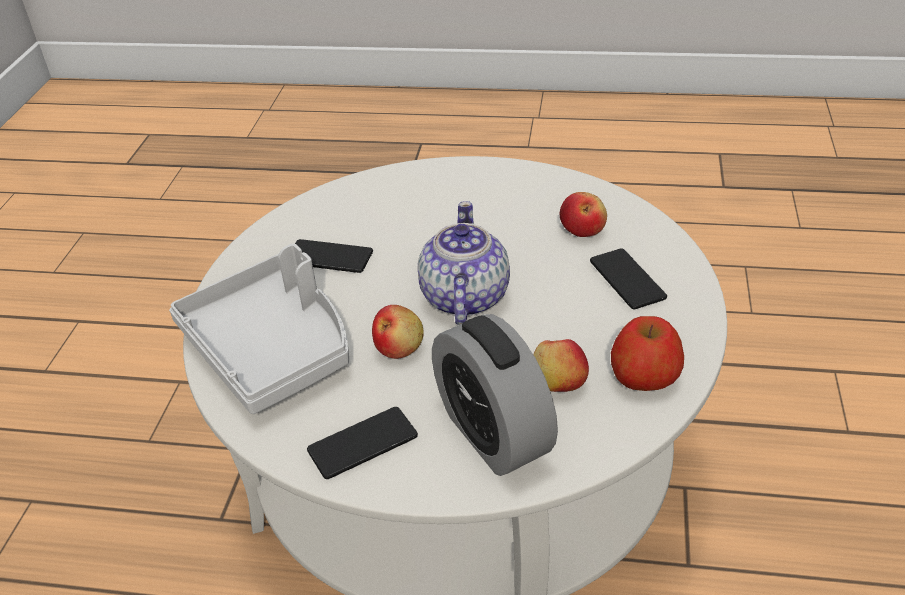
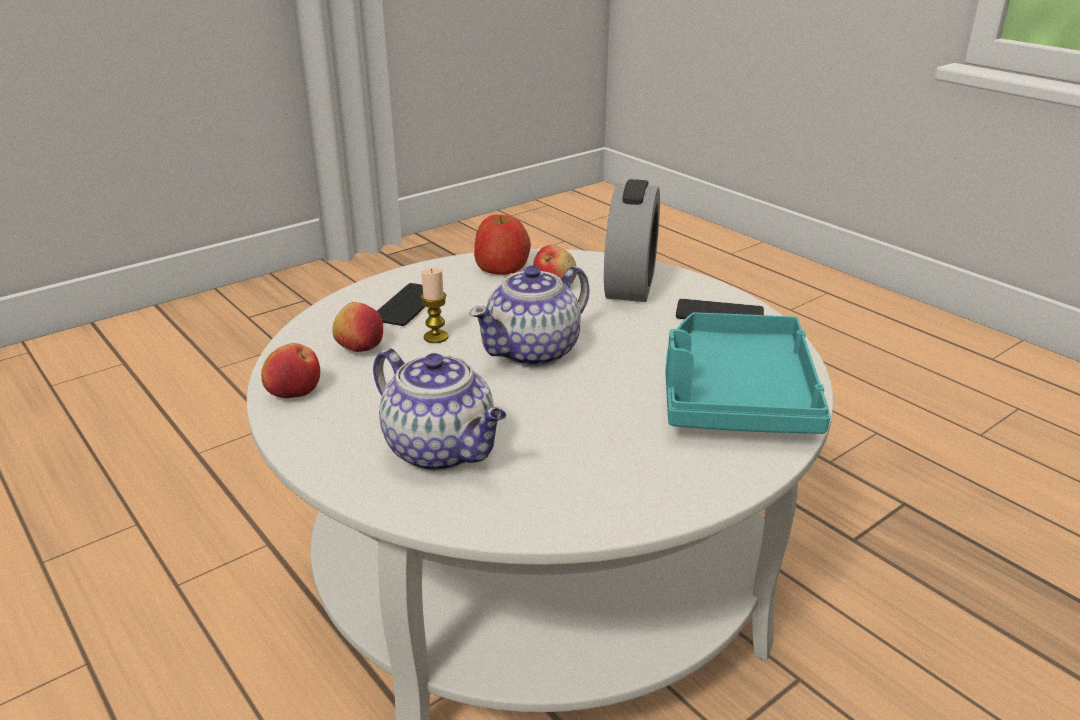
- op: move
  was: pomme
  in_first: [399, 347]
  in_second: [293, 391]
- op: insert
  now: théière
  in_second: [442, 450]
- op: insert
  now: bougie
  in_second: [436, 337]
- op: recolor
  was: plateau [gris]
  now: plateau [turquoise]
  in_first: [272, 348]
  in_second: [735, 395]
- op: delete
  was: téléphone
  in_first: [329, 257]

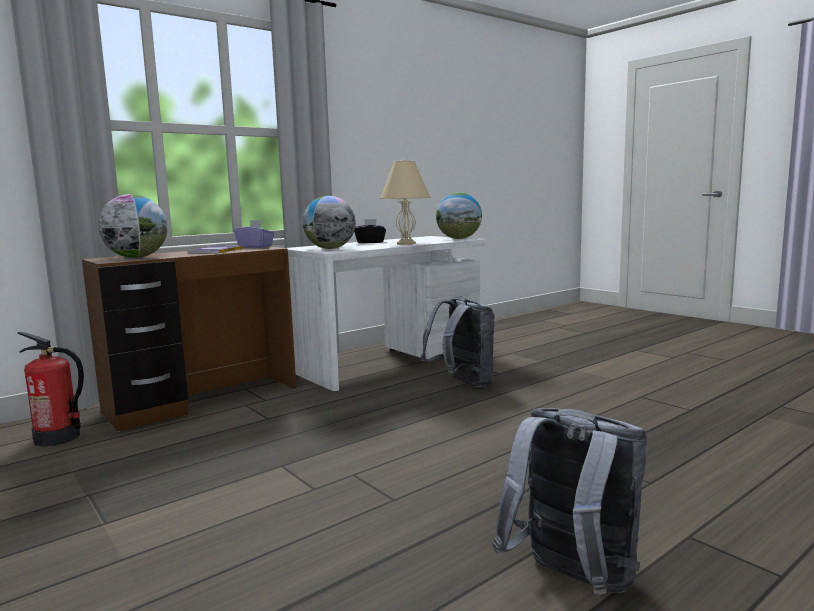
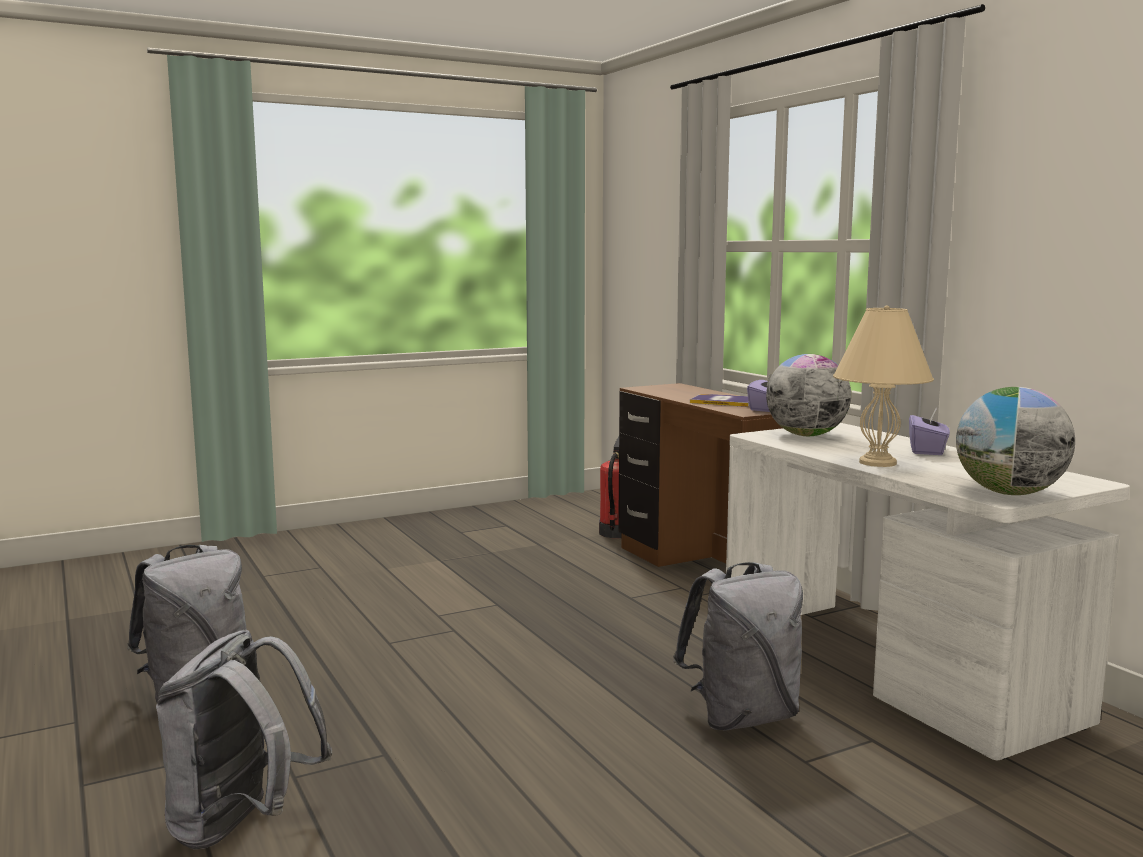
- op: insert
  now: sac à dos [gris]
  in_second: [241, 825]
- op: recolor
  was: boîte à mouchoirs [noir]
  now: boîte à mouchoirs [violet]
  in_first: [370, 242]
  in_second: [927, 450]
- op: delete
  was: globe
  in_first: [137, 257]

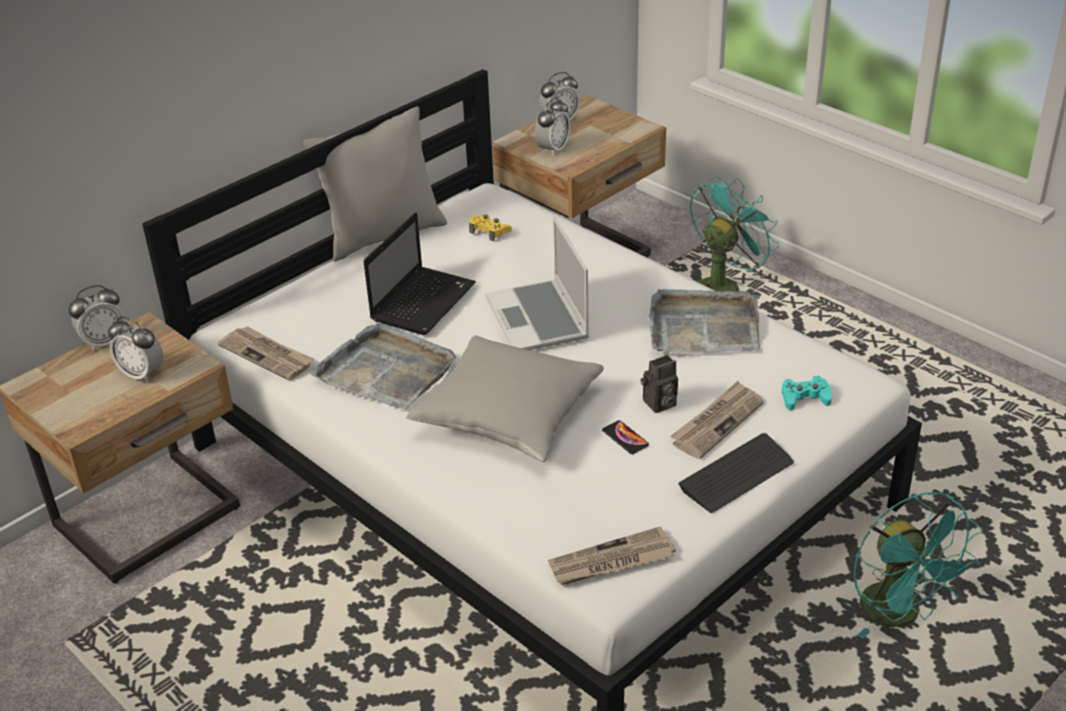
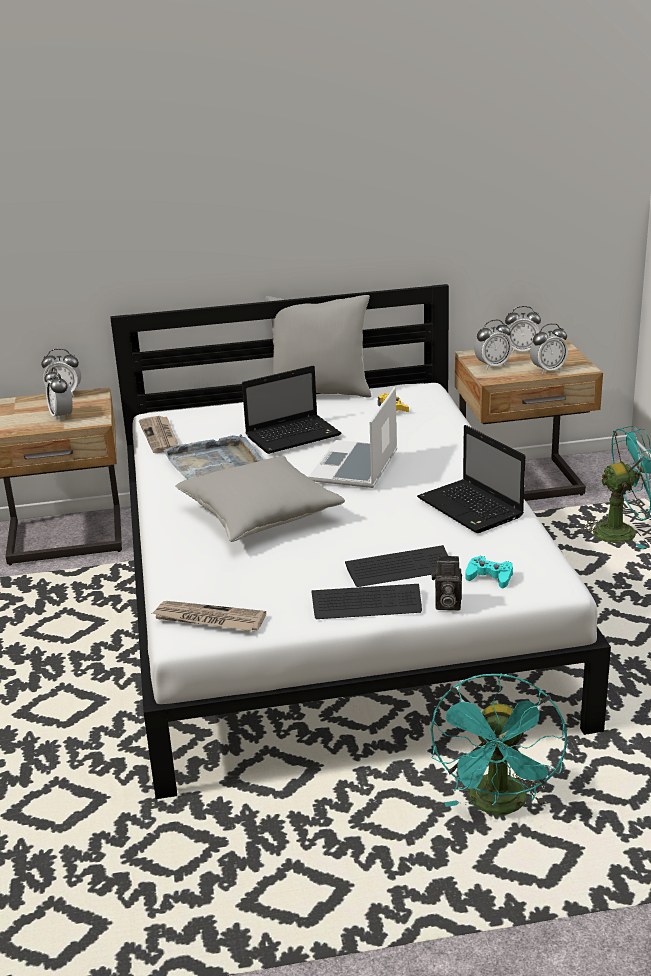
- op: replace
  was: journal
  now: clavier
  in_first: [717, 422]
  in_second: [399, 568]
- op: replace
  was: plateau [gris]
  now: ordinateur portable
  in_first: [702, 327]
  in_second: [472, 508]
- op: move
  was: appareil photo
  in_first: [659, 404]
  in_second: [446, 604]
- op: insert
  now: réveil
  in_second: [548, 370]
- op: delete
  was: téléphone
  in_first: [625, 438]

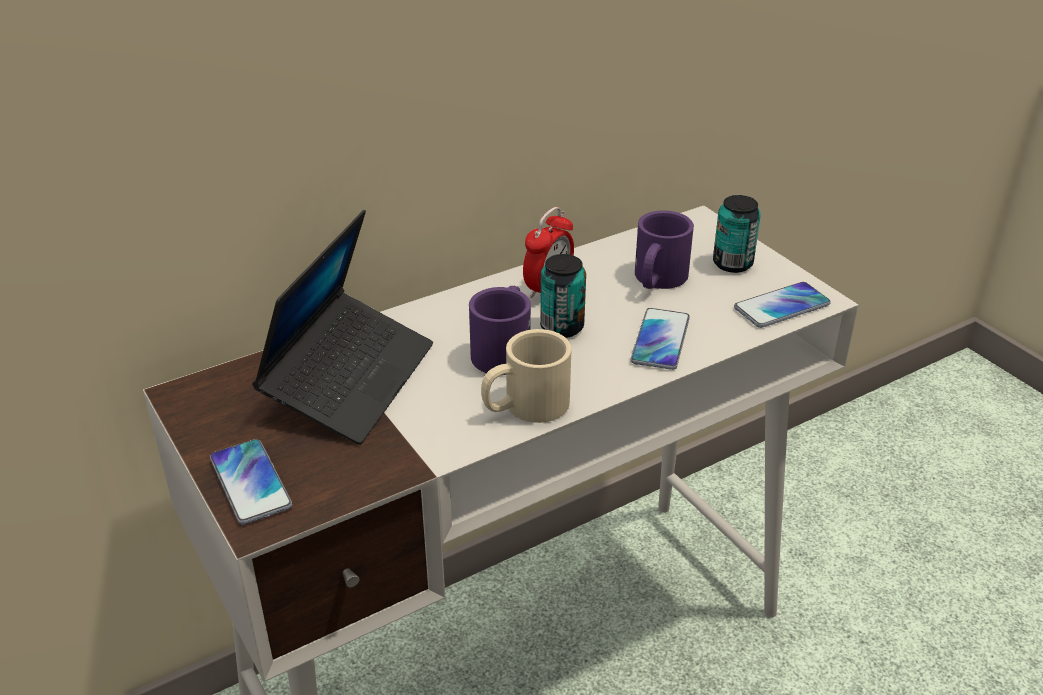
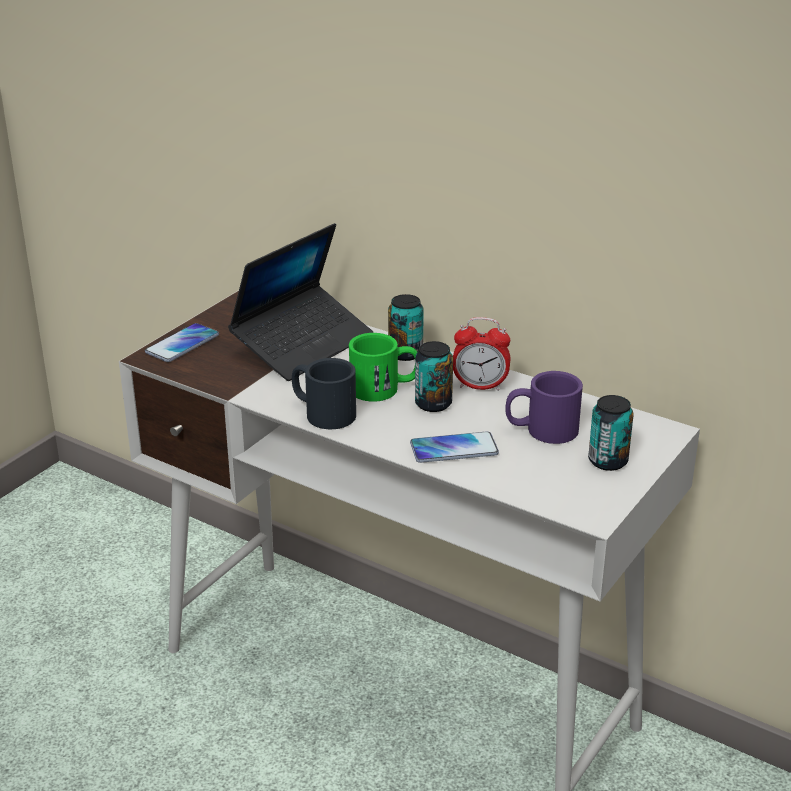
- op: rotate
  was: ordinateur portable
  in_first: [350, 380]
  in_second: [303, 344]
  clockwise: -45
- op: recolor
  was: mug [beige]
  now: mug [noir]
  in_first: [525, 407]
  in_second: [322, 412]
- op: recolor
  was: mug [violet]
  now: mug [vert]
  in_first: [504, 349]
  in_second: [384, 388]
- op: insert
  now: boîte métallique
  in_second: [405, 353]
- op: delete
  was: téléphone
  in_first: [782, 306]

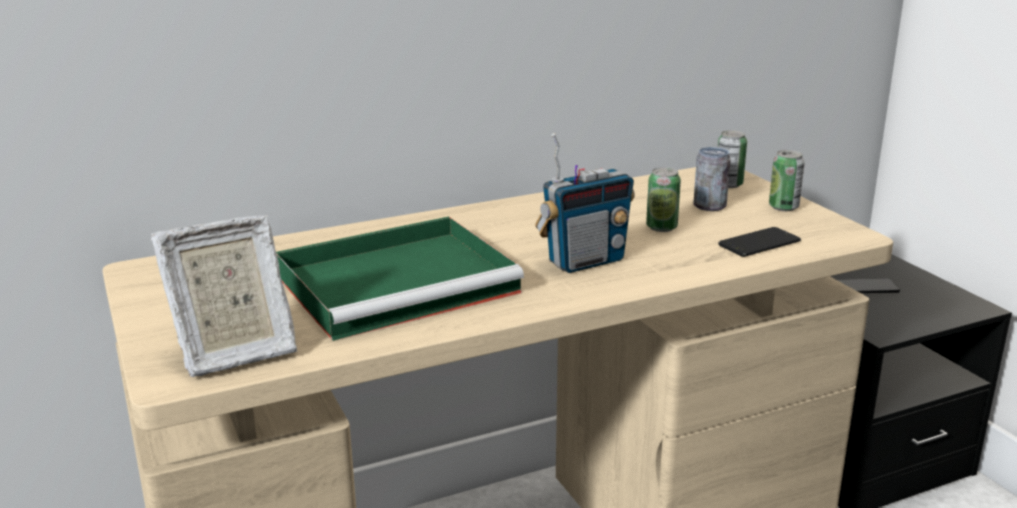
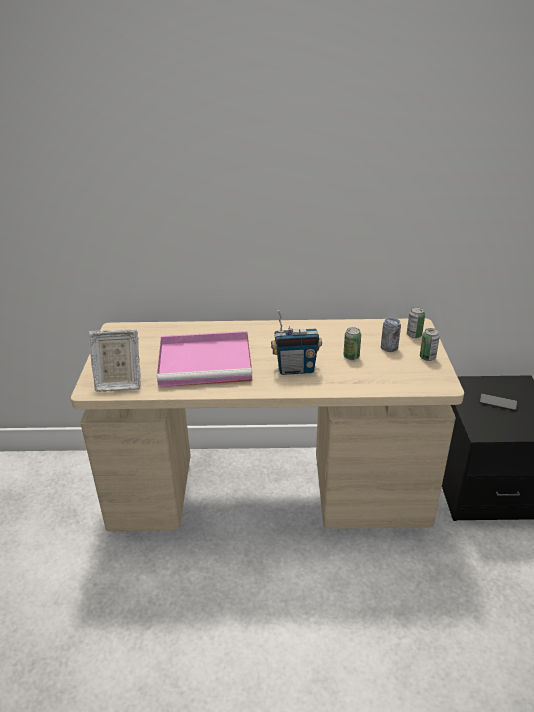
- op: recolor
  was: plateau [vert]
  now: plateau [rose]
  in_first: [401, 283]
  in_second: [207, 362]
- op: delete
  was: téléphone
  in_first: [759, 243]

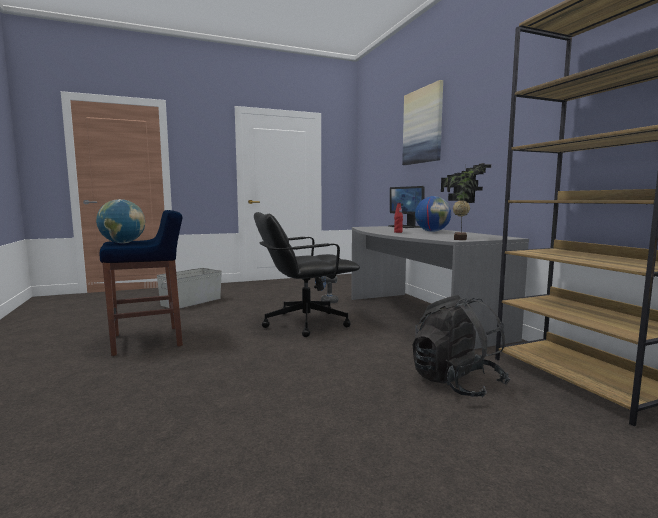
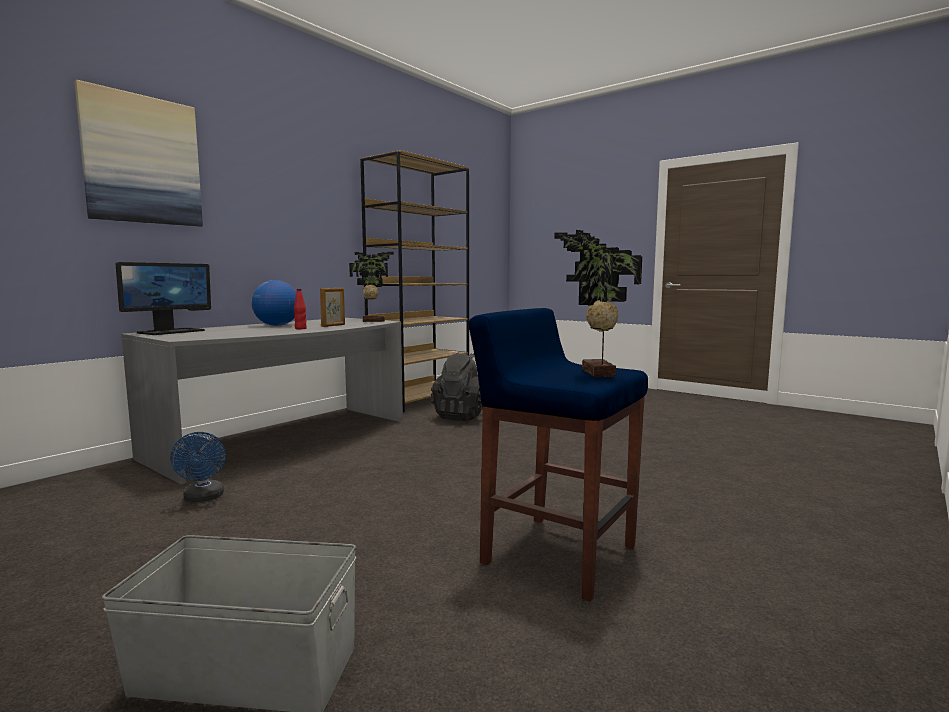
- op: insert
  now: cadre photo
  in_second: [333, 325]
- op: replace
  was: globe
  now: plante en pot
  in_first: [122, 243]
  in_second: [595, 373]
- op: delete
  was: chaise de bureau [noir]
  in_first: [304, 323]

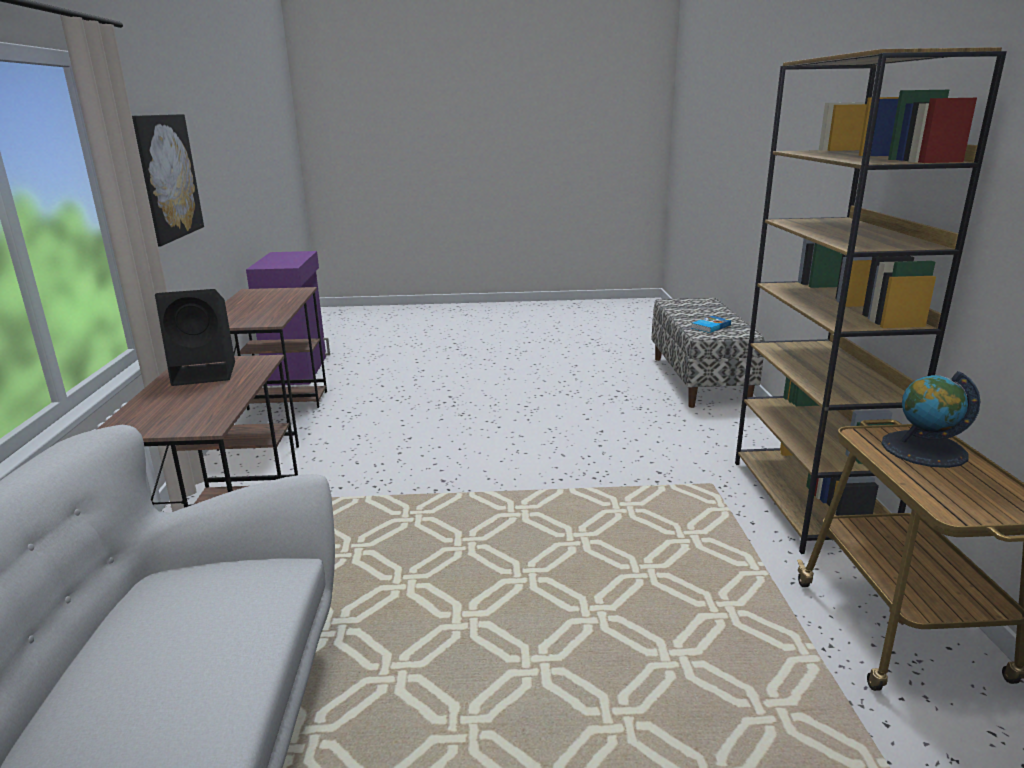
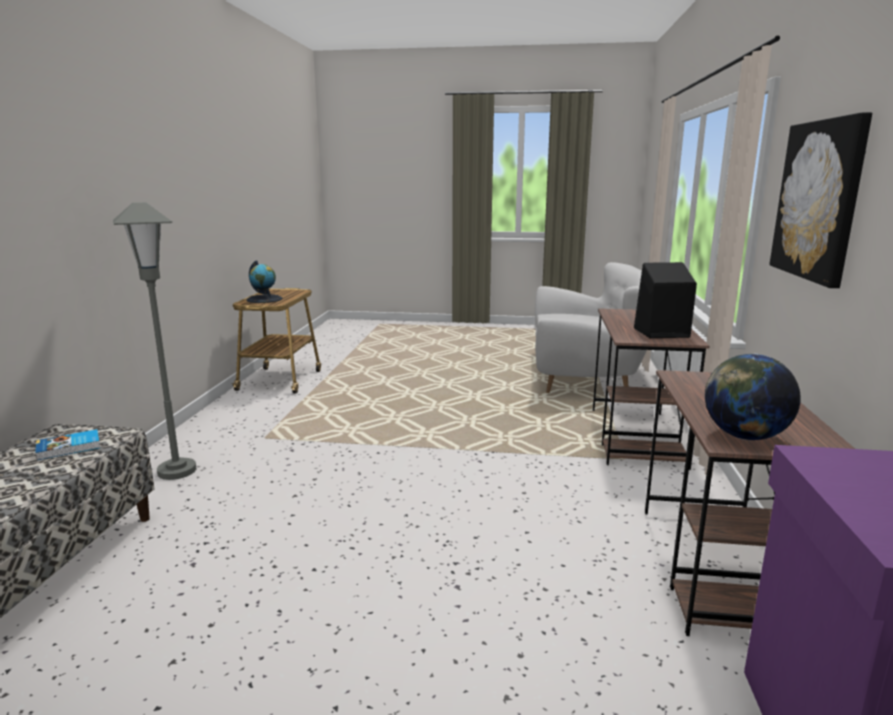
- op: insert
  now: lampadaire [gris]
  in_second: [177, 471]
- op: insert
  now: globe
  in_second: [744, 436]
- op: delete
  was: bibliothèque [marron]
  in_first: [808, 502]

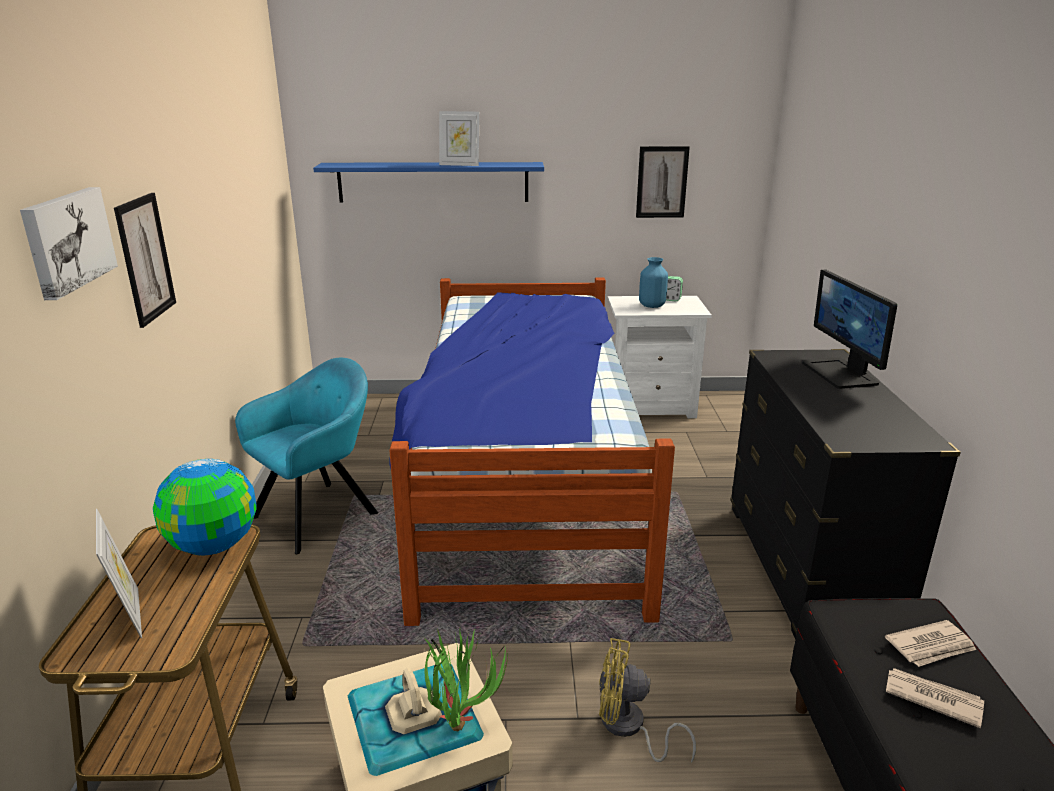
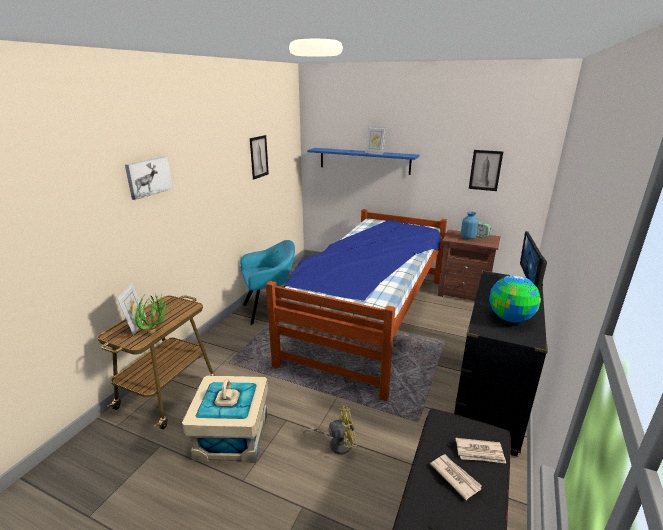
- op: move
  was: plante en pot
  in_first: [461, 718]
  in_second: [156, 331]
- op: move
  was: tableau
  in_first: [145, 259]
  in_second: [259, 157]
- op: rotate
  was: ventilateur [jaune]
  in_first: [629, 728]
  in_second: [336, 443]
  clockwise: 135
- op: recolor
  was: table de chevet [blanc]
  now: table de chevet [marron]
  in_first: [651, 406]
  in_second: [463, 293]
- op: move
  was: globe
  in_first: [214, 545]
  in_second: [510, 318]

